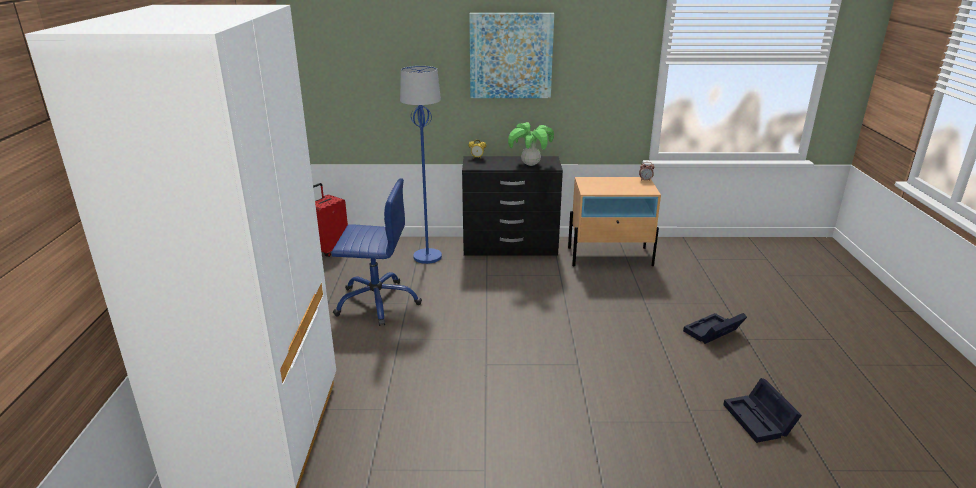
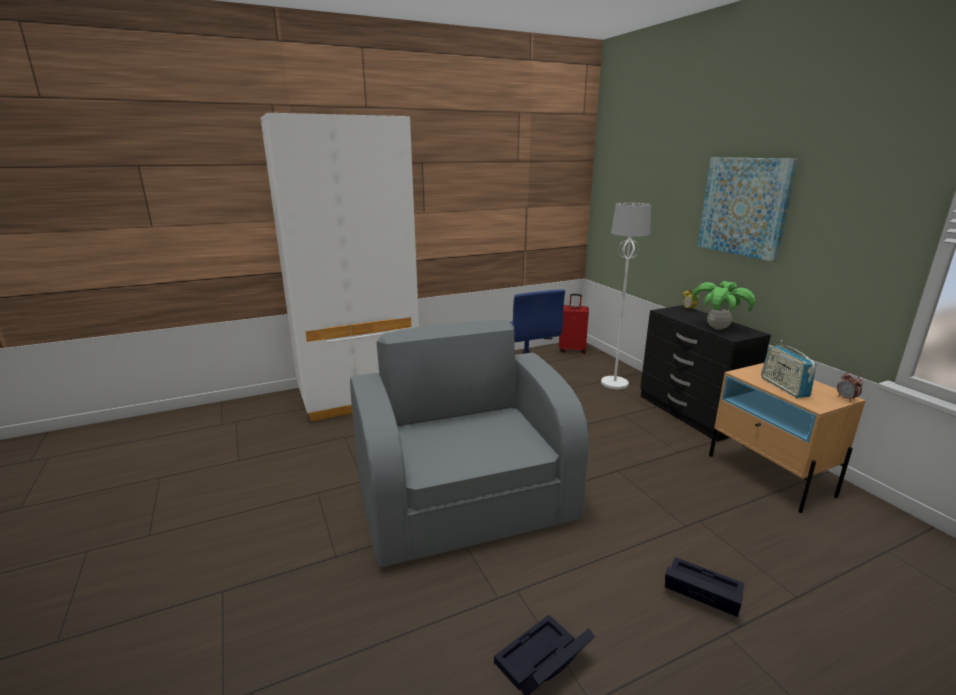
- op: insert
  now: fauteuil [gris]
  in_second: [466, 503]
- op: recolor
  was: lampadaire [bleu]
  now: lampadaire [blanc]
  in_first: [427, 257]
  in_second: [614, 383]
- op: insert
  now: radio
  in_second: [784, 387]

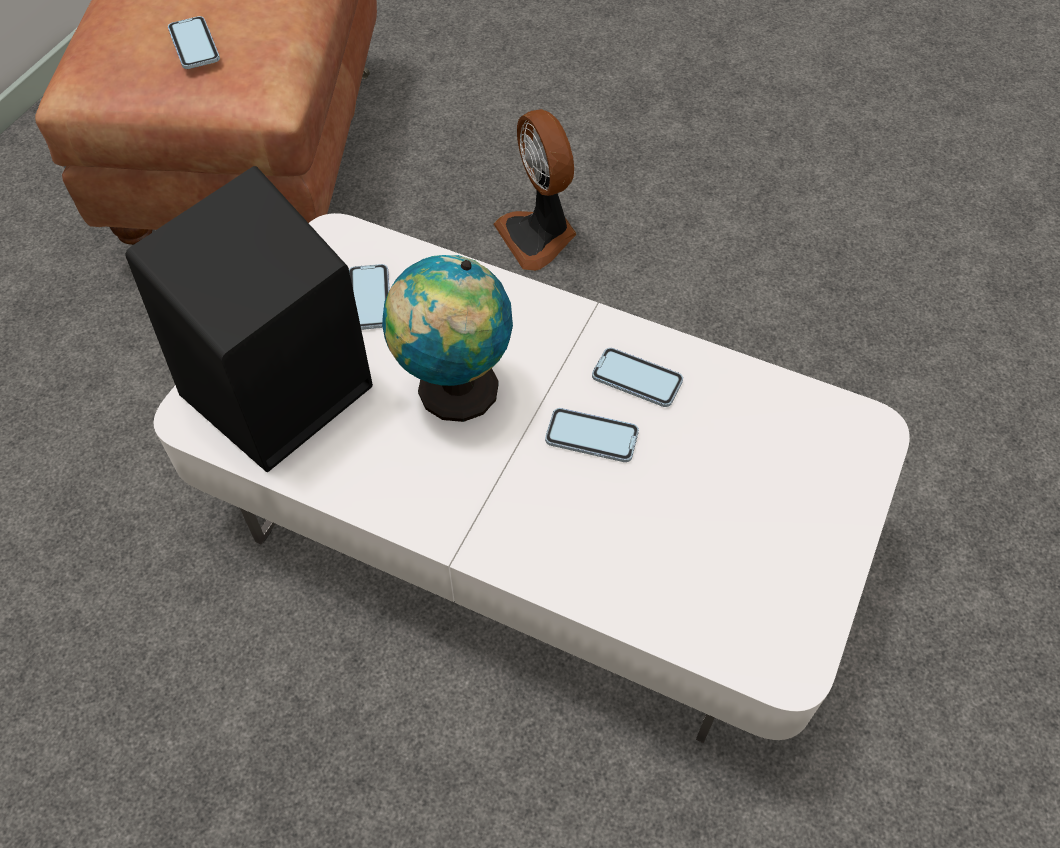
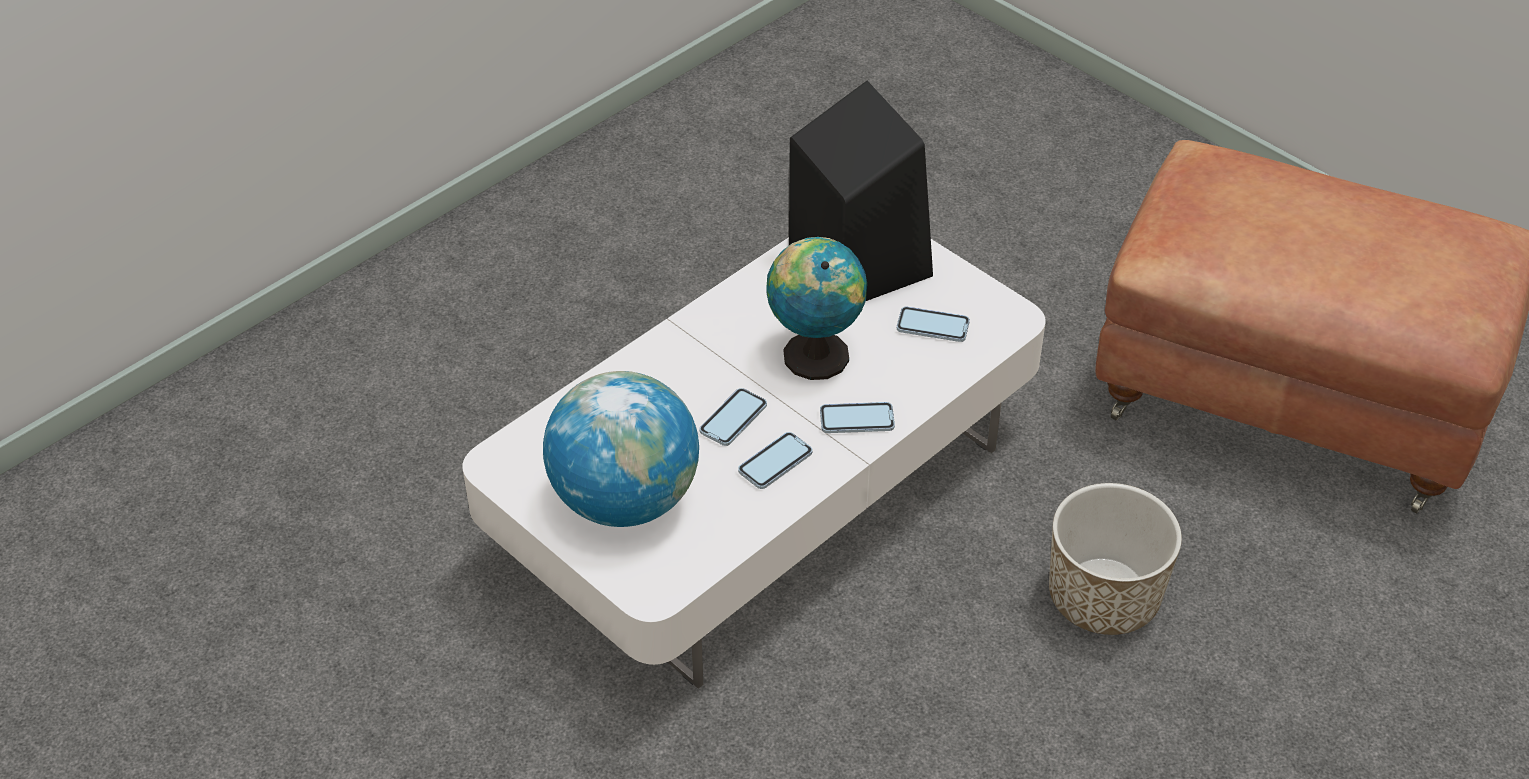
- op: insert
  now: globe
  in_second: [625, 499]
- op: move
  was: téléphone
  in_first: [194, 45]
  in_second: [857, 420]
- op: replace
  was: ventilateur
  now: cache-pot
  in_first: [539, 236]
  in_second: [1103, 597]

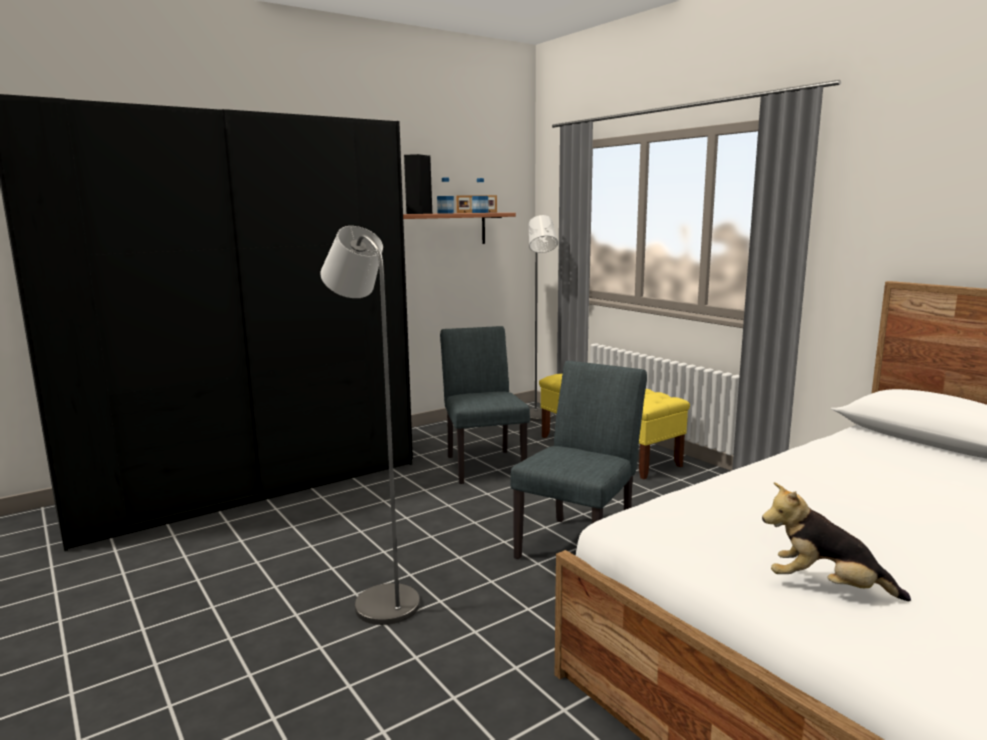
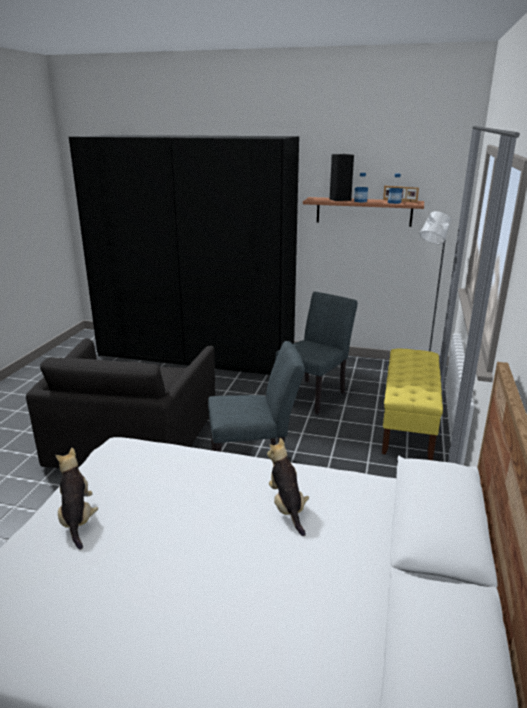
- op: replace
  was: lampadaire [gris]
  now: fauteuil [noir]
  in_first: [380, 600]
  in_second: [132, 435]
- op: insert
  now: peluche
  in_second: [287, 507]

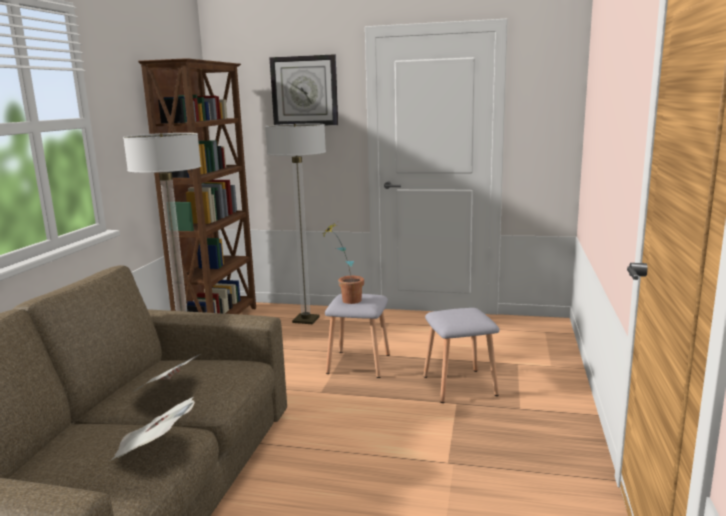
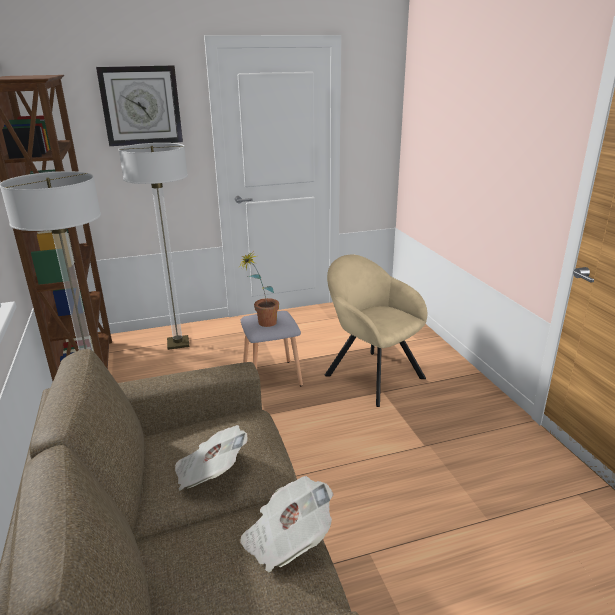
- op: replace
  was: tabouret [gris]
  now: fauteuil [beige]
  in_first: [460, 385]
  in_second: [370, 374]

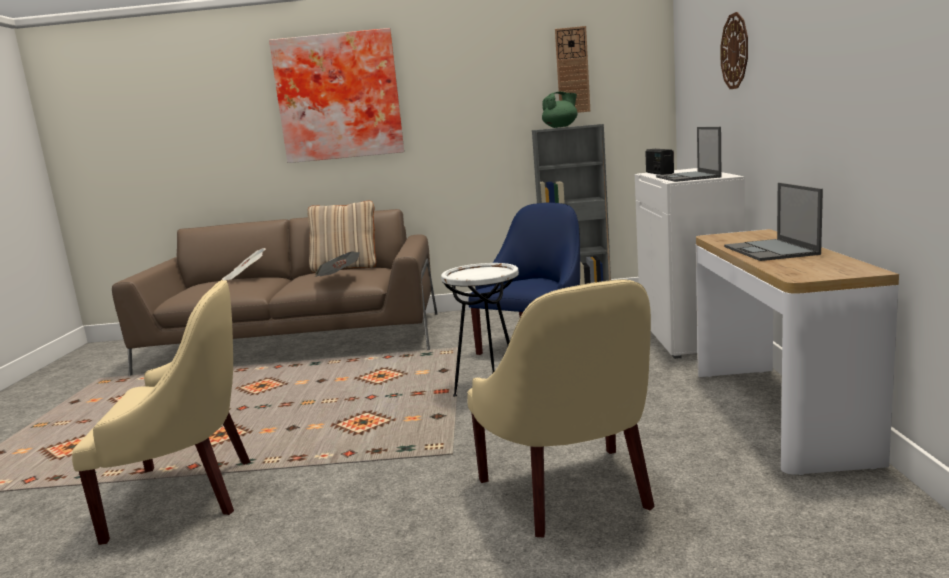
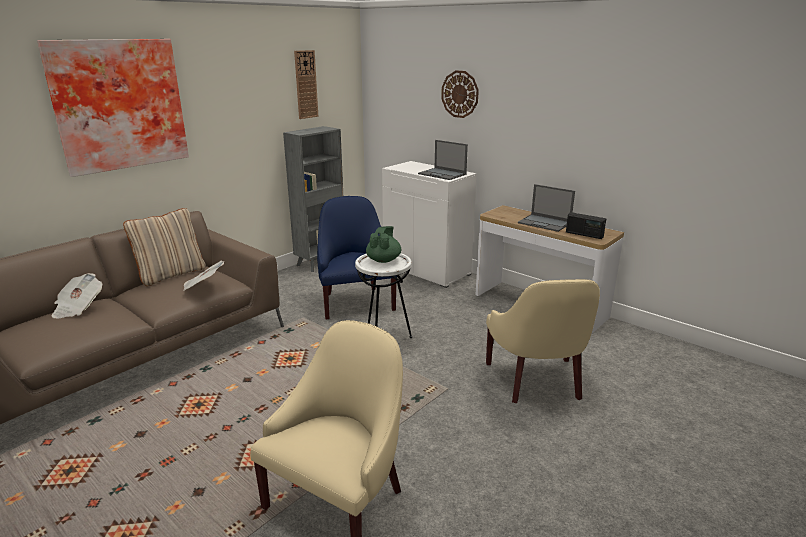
- op: move
  was: théière [vert]
  in_first: [561, 127]
  in_second: [383, 260]
- op: rotate
  was: fauteuil [beige]
  in_first: [571, 492]
  in_second: [537, 381]
  clockwise: 60
- op: move
  was: radio
  in_first: [659, 173]
  in_second: [584, 234]

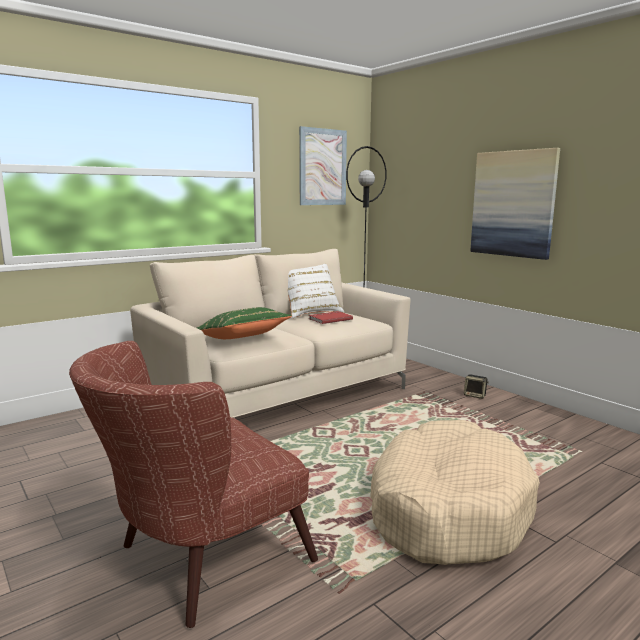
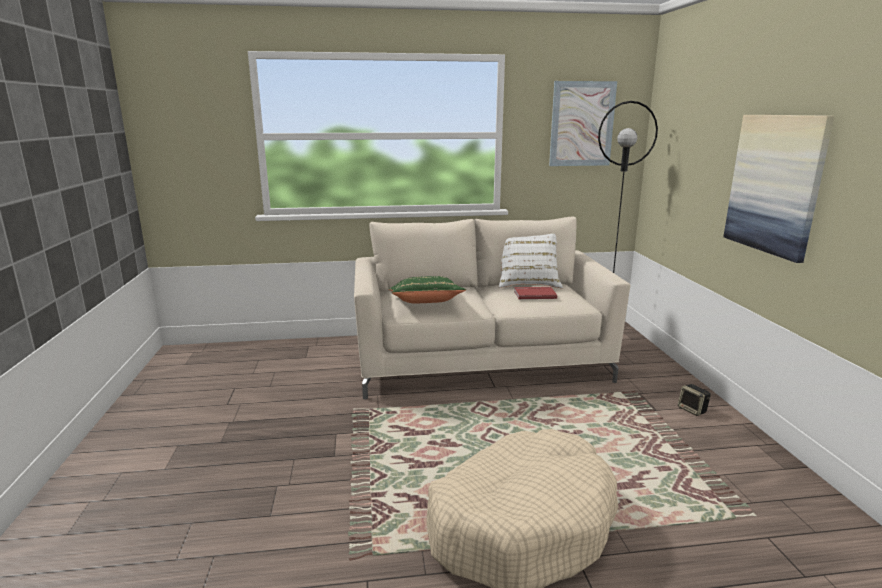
- op: delete
  was: fauteuil [marron]
  in_first: [197, 561]

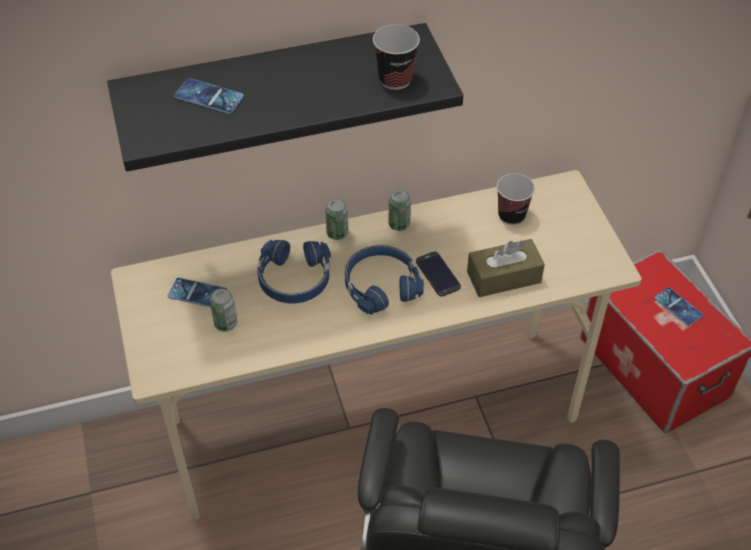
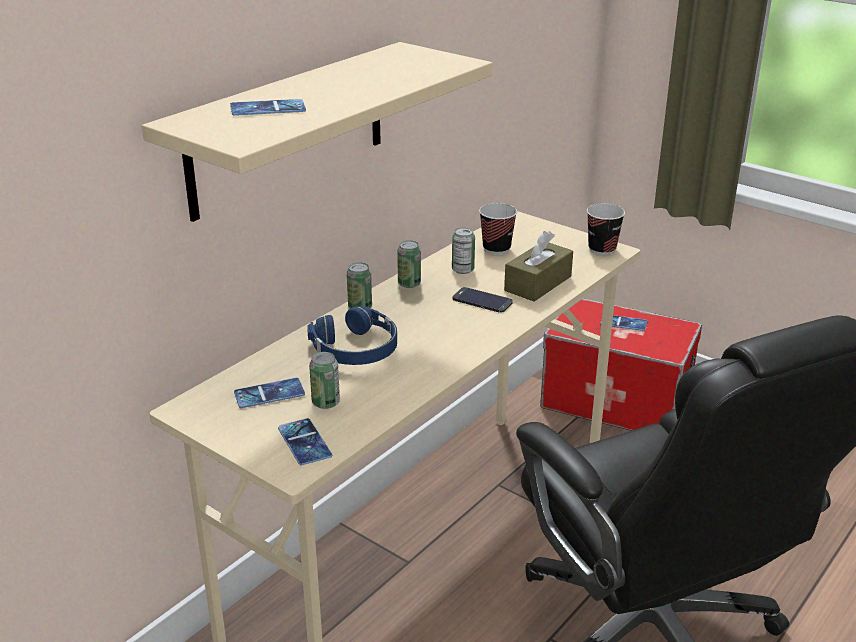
- op: recolor
  was: étagère [noir]
  now: étagère [beige]
  in_first: [274, 88]
  in_second: [288, 129]
- op: insert
  now: téléphone
  in_second: [304, 442]
- op: insert
  now: boîte métallique
  in_second: [463, 270]
- op: move
  was: tasse
  in_first: [395, 79]
  in_second: [602, 249]
- op: delete
  was: casque audio [bleu]
  in_first: [381, 285]

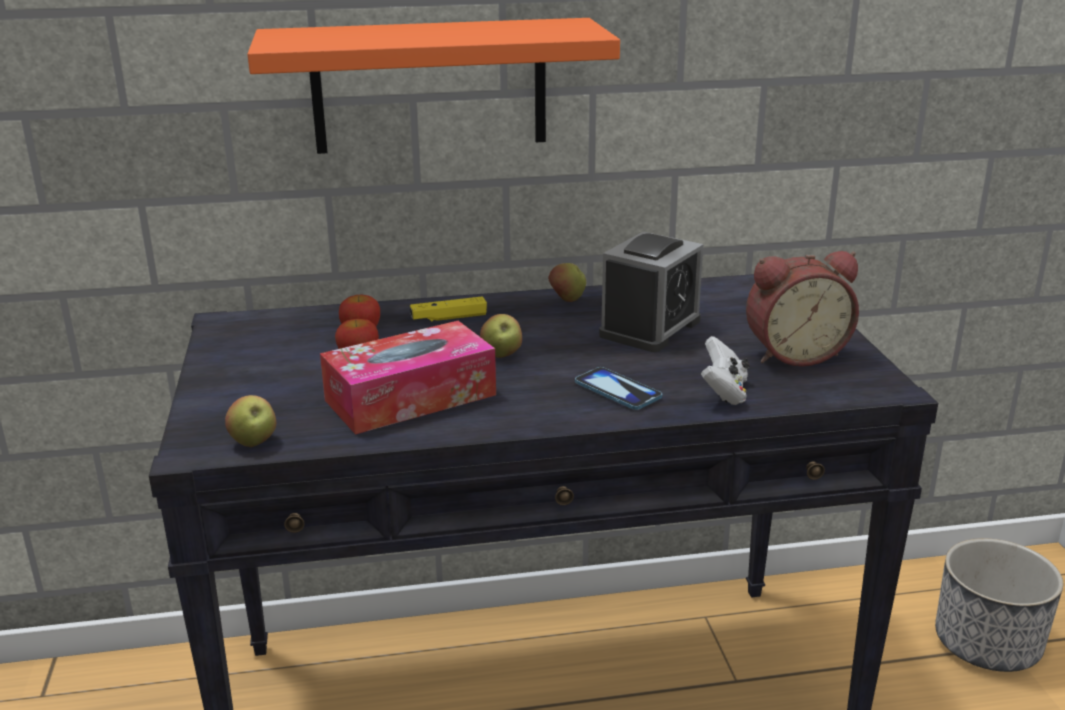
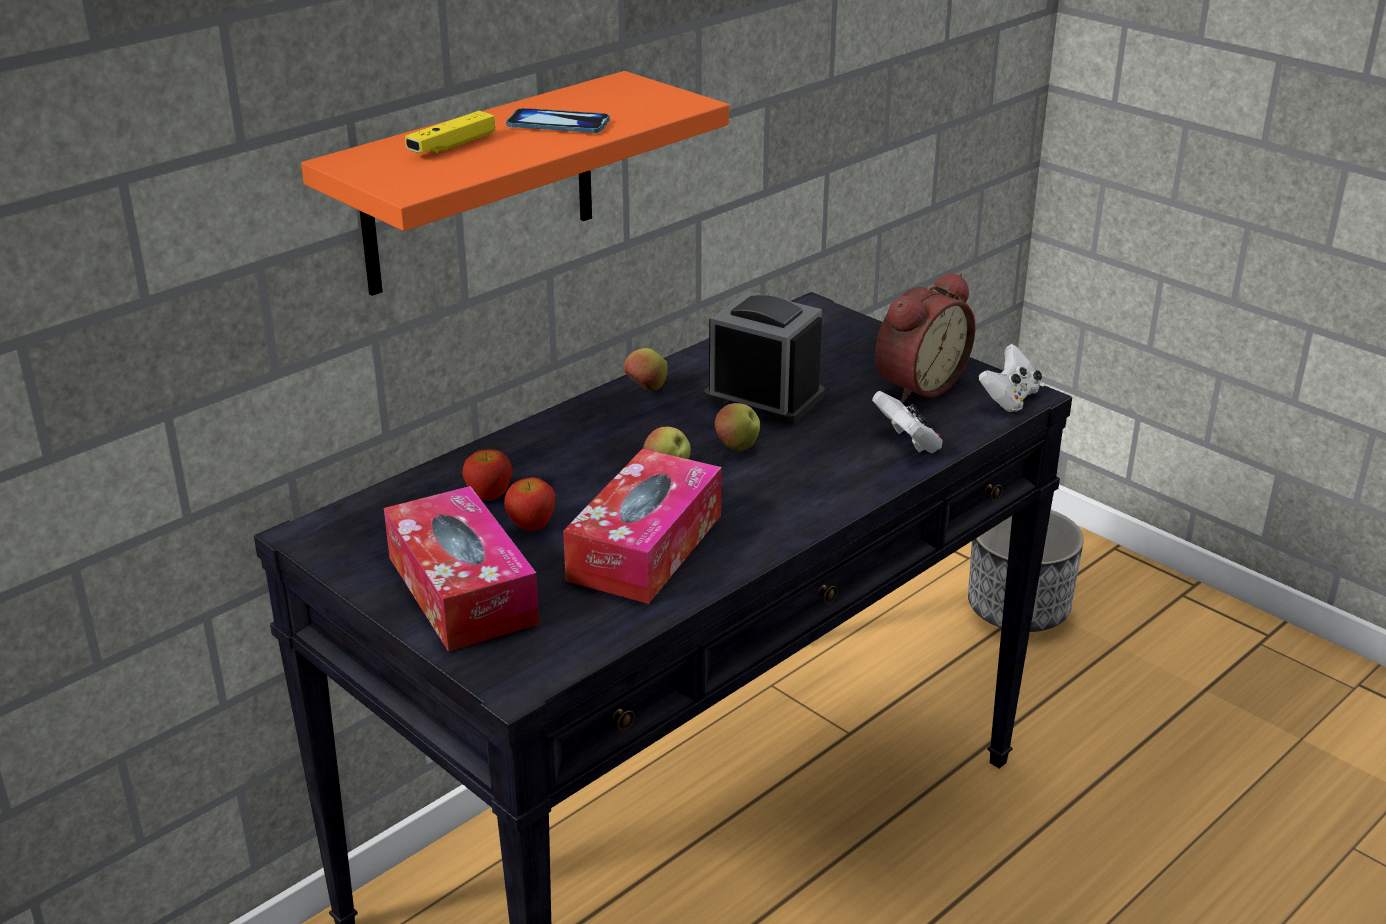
- op: insert
  now: boîte à mouchoirs
  in_second: [462, 590]
- op: move
  was: manette [jaune]
  in_first: [449, 318]
  in_second: [452, 145]
- op: move
  was: téléphone
  in_first: [617, 390]
  in_second: [558, 124]
- op: rotate
  was: réveil
  in_first: [650, 328]
  in_second: [764, 397]
  clockwise: -60
- op: move
  was: pomme
  in_first: [254, 442]
  in_second: [737, 447]
- op: insert
  now: manette [blanc]
  in_second: [1009, 399]

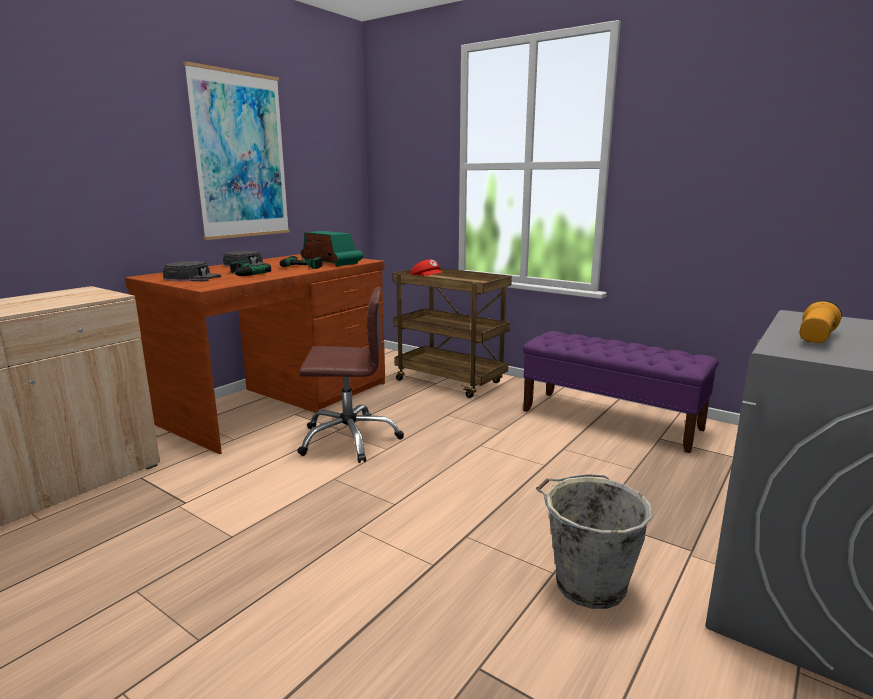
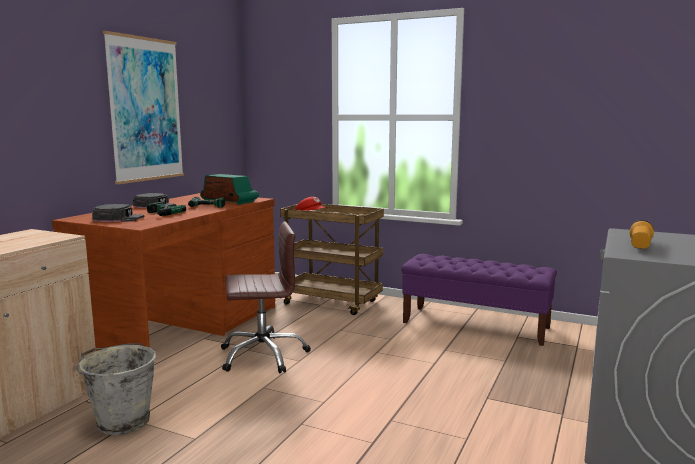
- op: move
  was: seau [gris]
  in_first: [587, 583]
  in_second: [122, 421]

